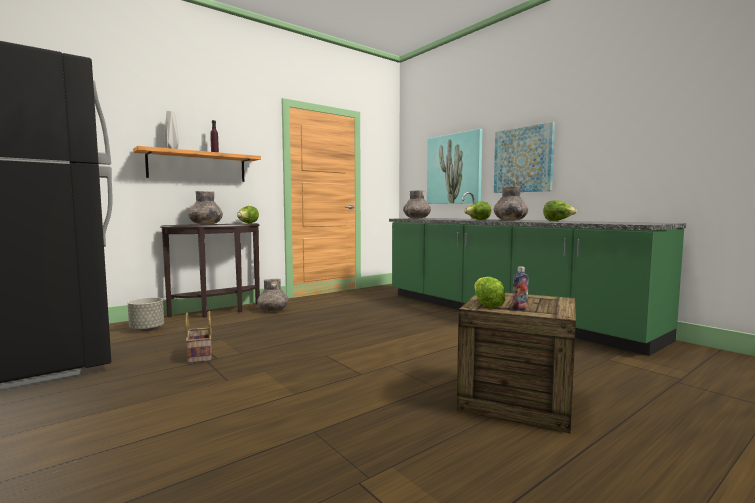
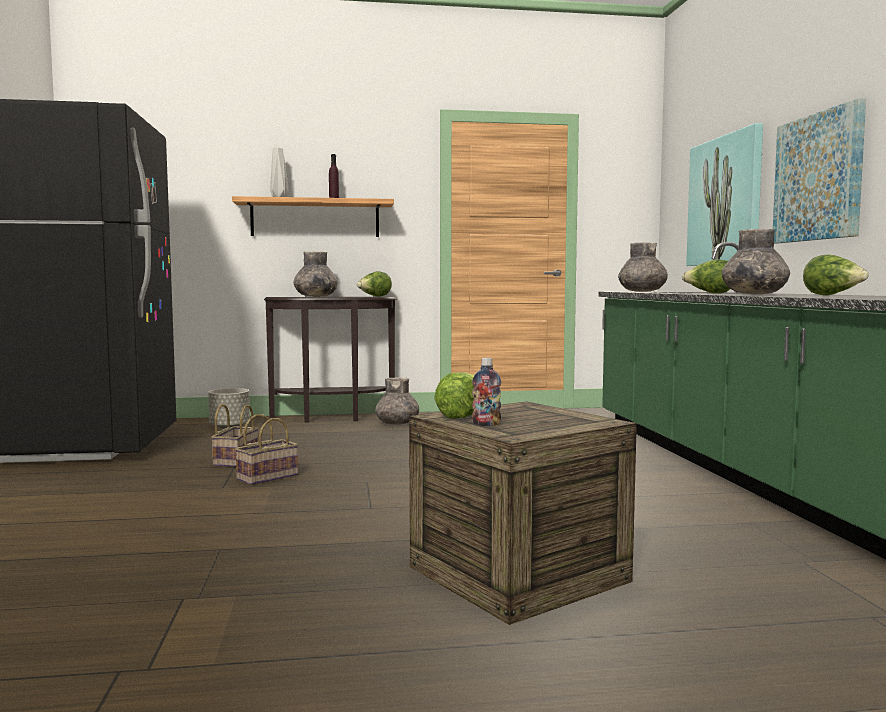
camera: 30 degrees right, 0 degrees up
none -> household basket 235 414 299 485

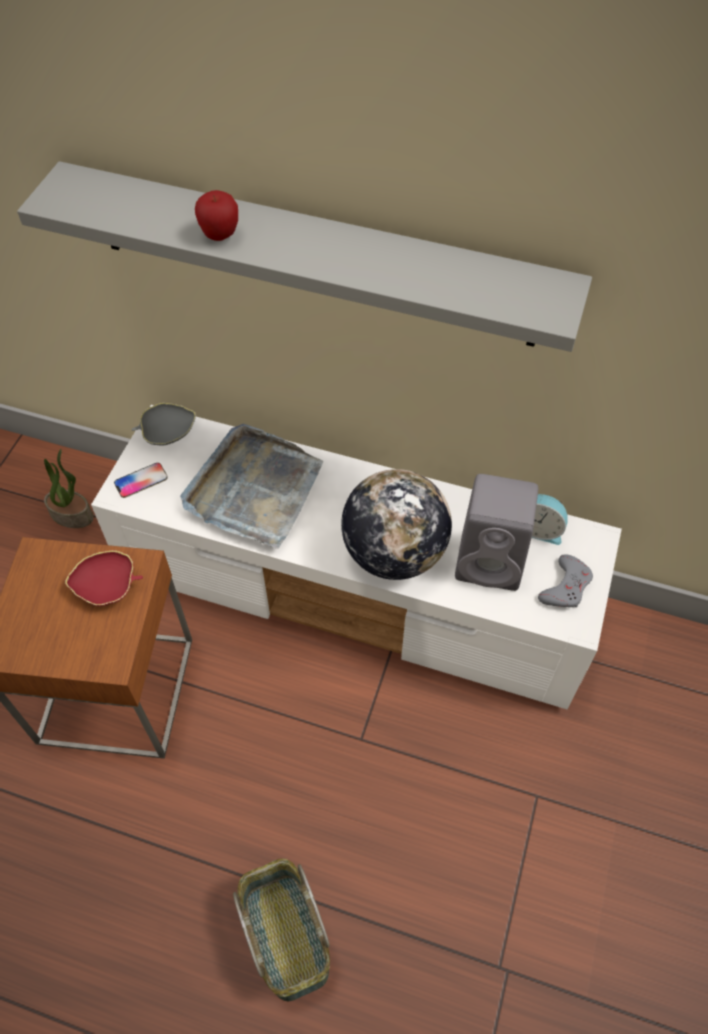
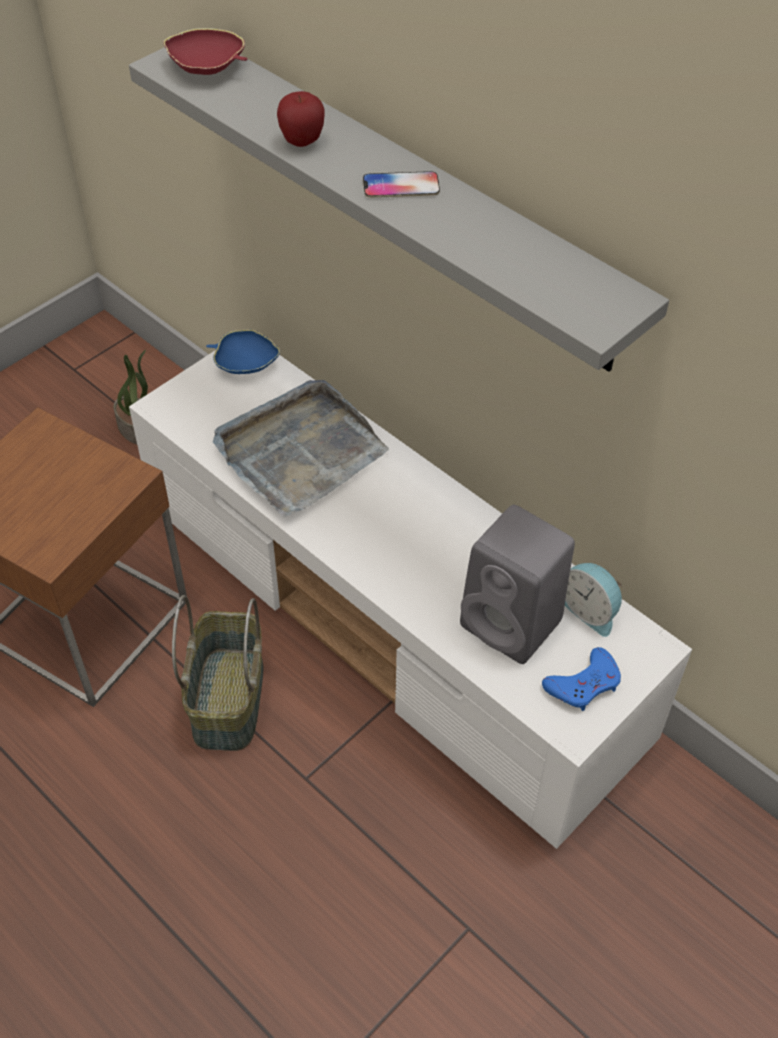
camera: 25 degrees right, 5 degrees down
desk globe 341 469 452 580 -> none
reddish bowl 65 550 143 606 -> reddish bowl 163 28 247 75, relocated
handset 114 463 168 498 -> handset 363 171 440 198, relocated
household basket 233 858 330 1001 -> household basket 172 595 263 751, relocated
gray bowl 131 403 196 446 -> bluish bowl 206 329 280 374
gray joypad 538 554 593 608 -> bluish joypad 542 647 621 711

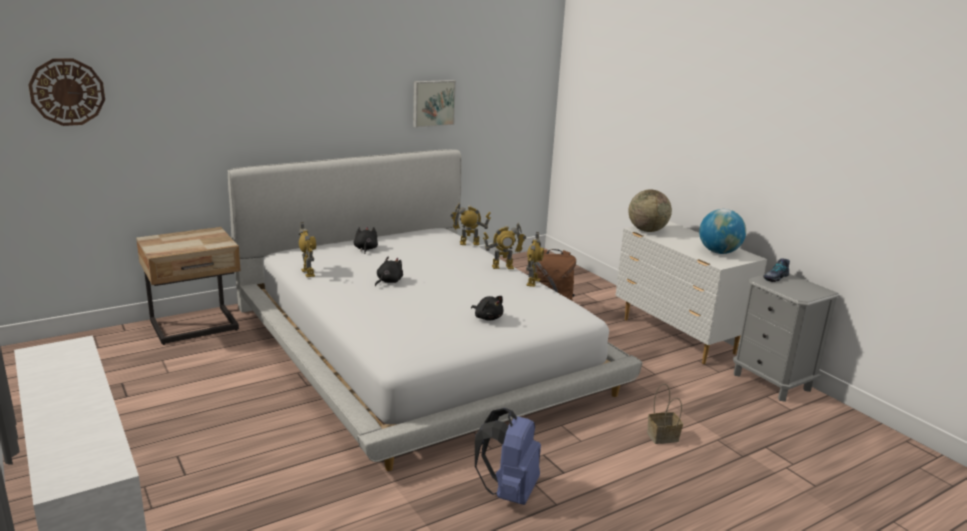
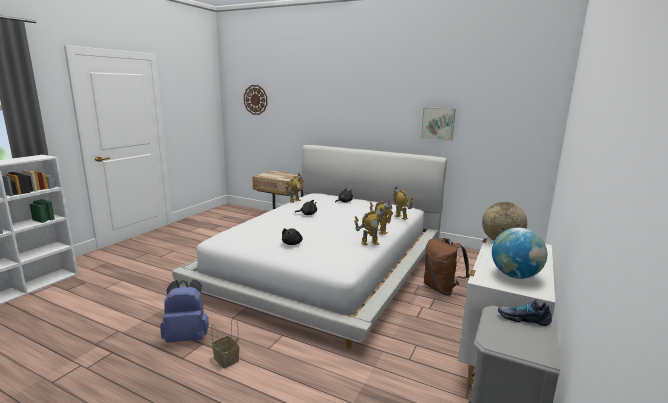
camera: 60 degrees right, 5 degrees down
household basket 647 384 683 444 -> household basket 212 316 239 369, relocated

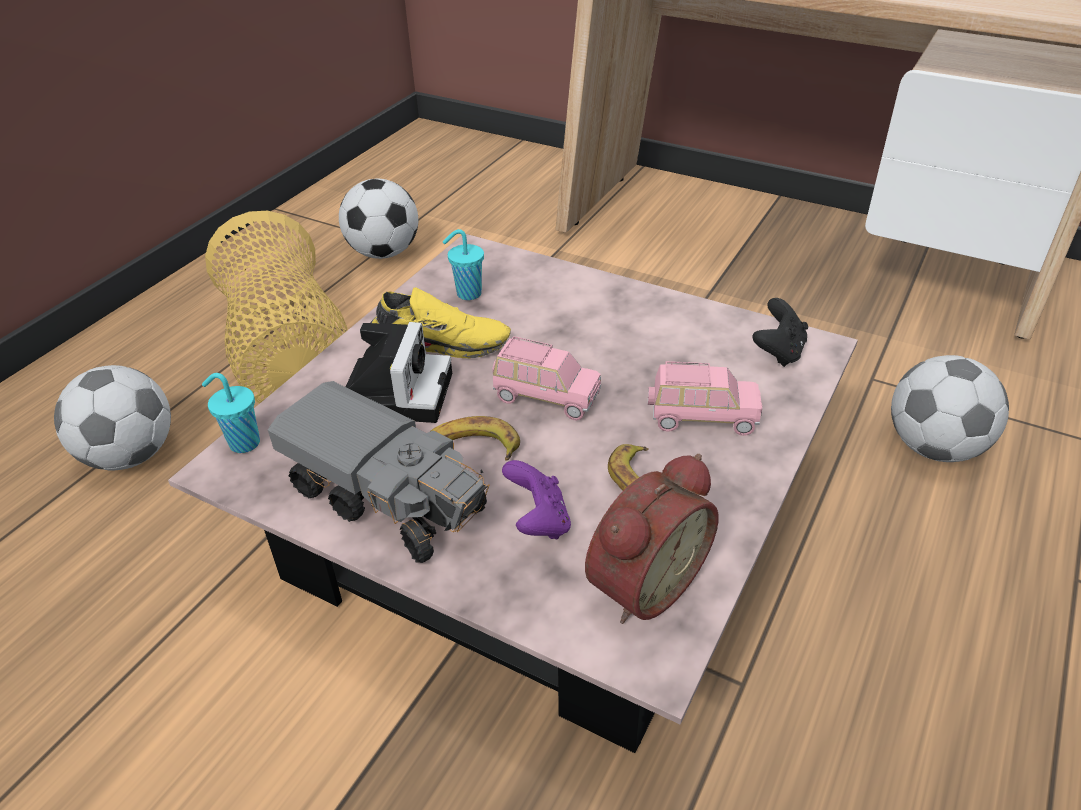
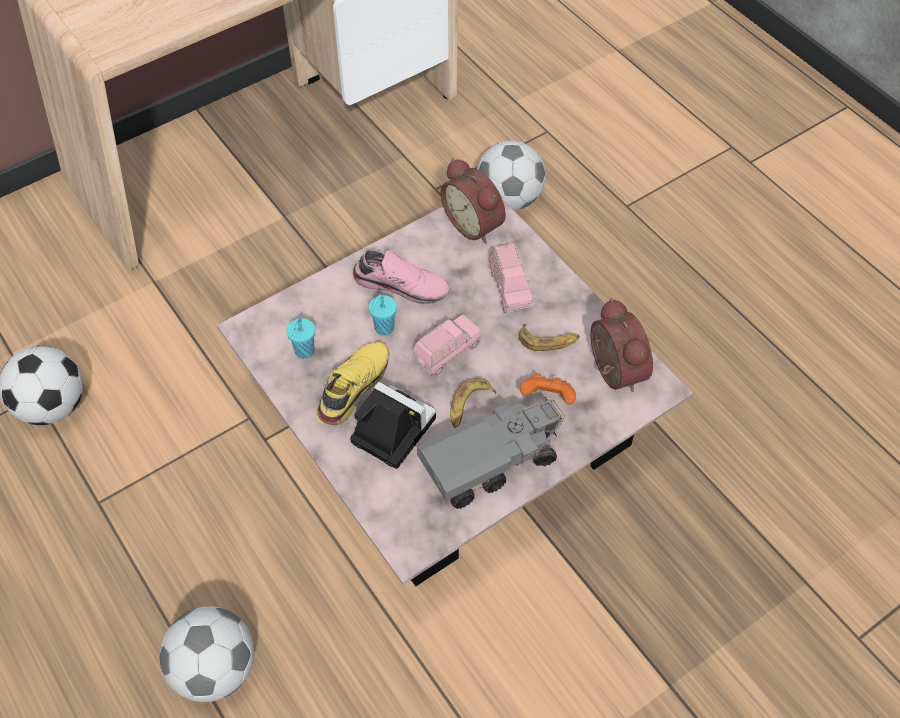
camera: 65 degrees left, 15 degrees up
household basket 205 211 348 403 -> none
none -> pink-coloured shoe 352 250 450 304
blue-green cup 202 373 260 453 -> blue-green cup 369 294 397 336, relocated
blackish joypad 752 298 808 367 -> bedside clock 441 159 506 244
purplish joypad 502 460 571 539 -> orange joypad 520 373 576 405
pink-coloured toy car 648 361 762 436 -> pink-coloured toy car 490 244 533 313, 135 degrees clockwise

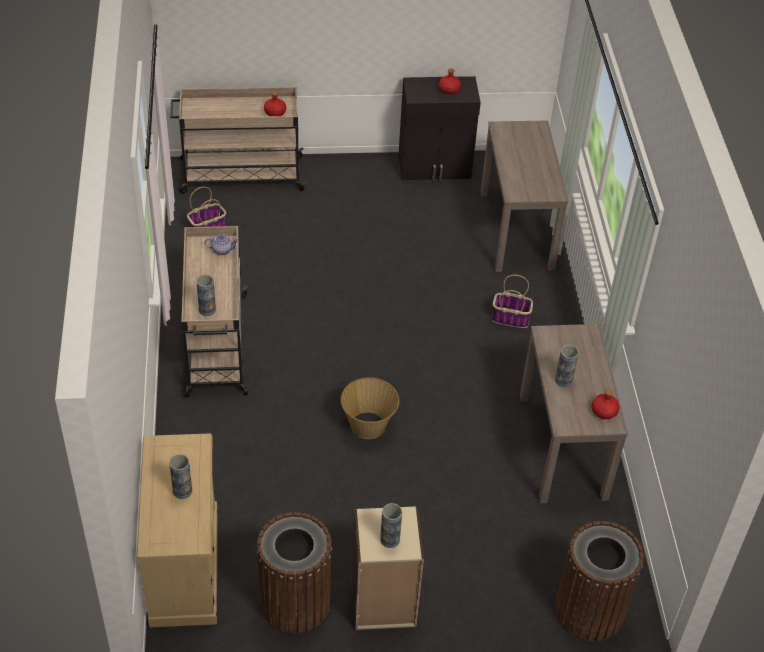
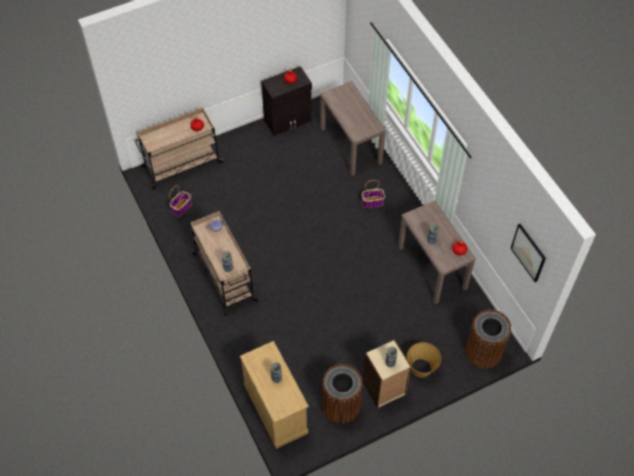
camera: 20 degrees left, 10 degrees up
none -> wall picture 510 224 546 282
household basket 341 378 399 439 -> household basket 407 342 441 378, relocated

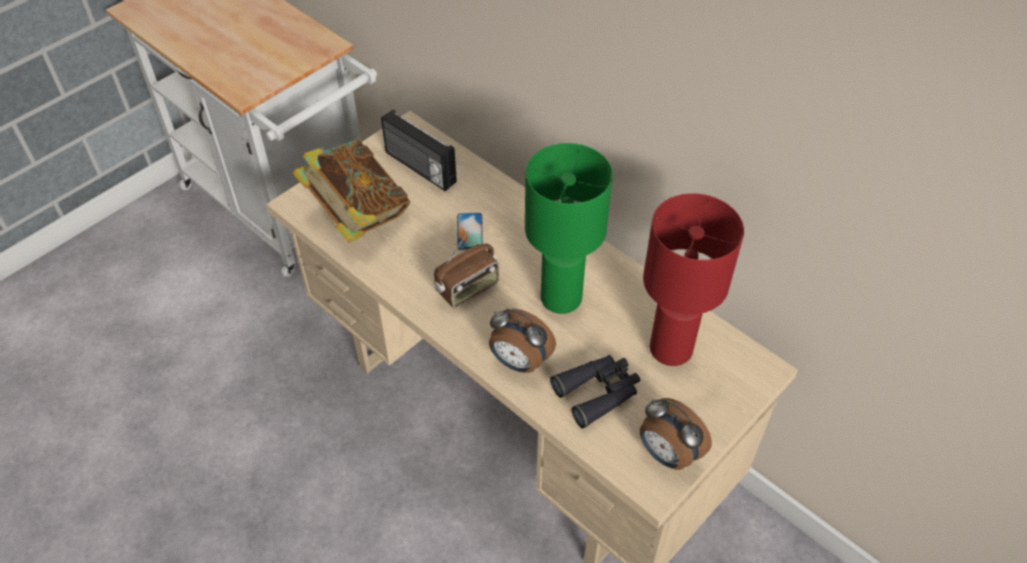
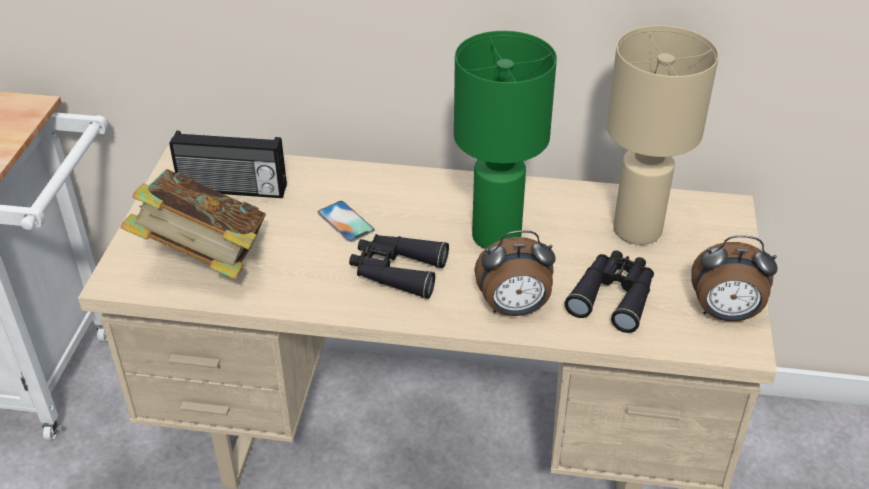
camera: 35 degrees left, 10 degrees down
radio set 434 231 499 308 -> blackish pair of binoculars 349 234 449 299
reddish table lamp 643 193 744 366 -> sand-coloured table lamp 606 25 719 245

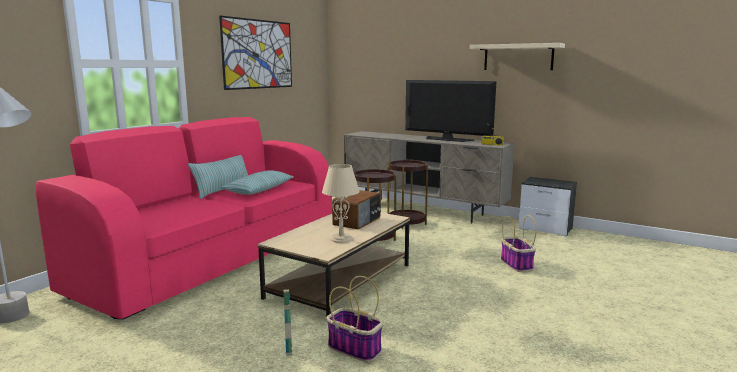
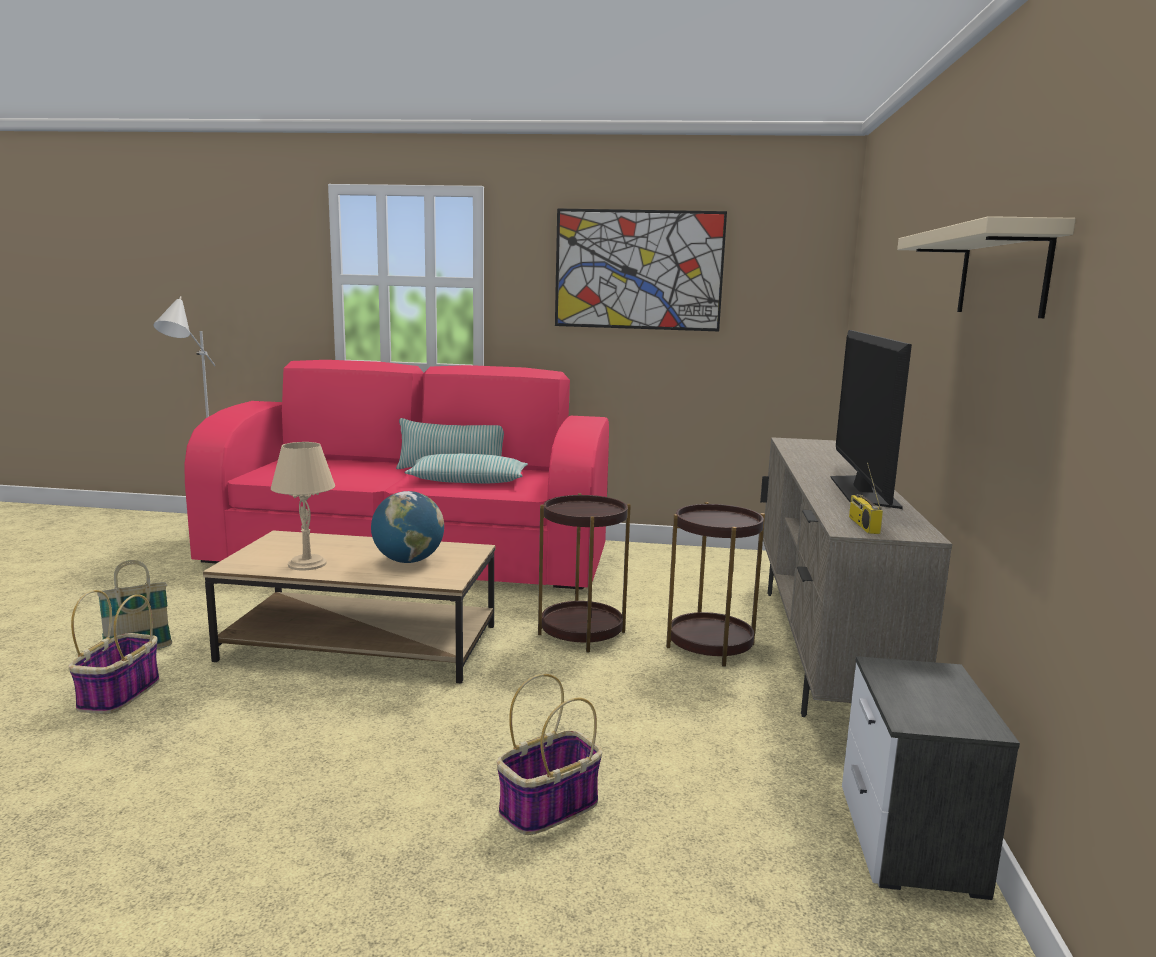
camera: 65 degrees right, 0 degrees up
radio set 332 190 381 230 -> desk globe 371 491 444 563

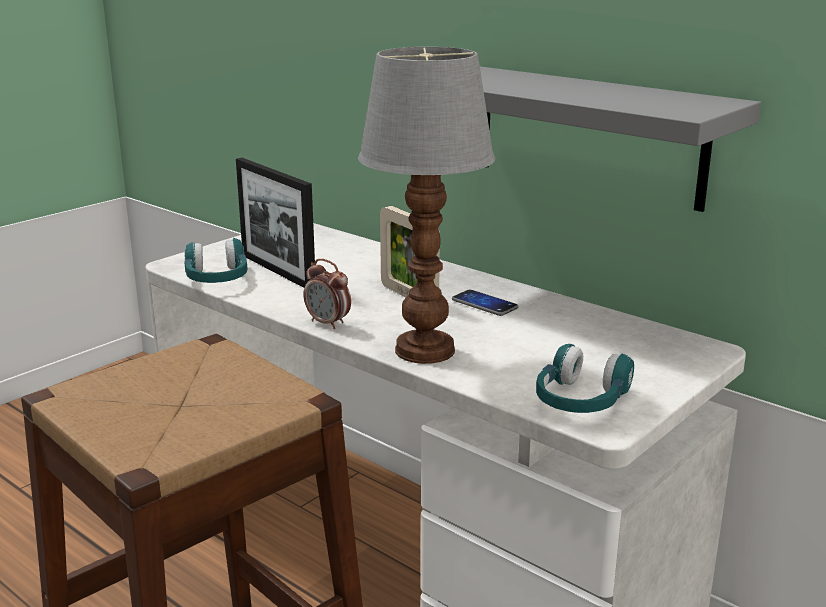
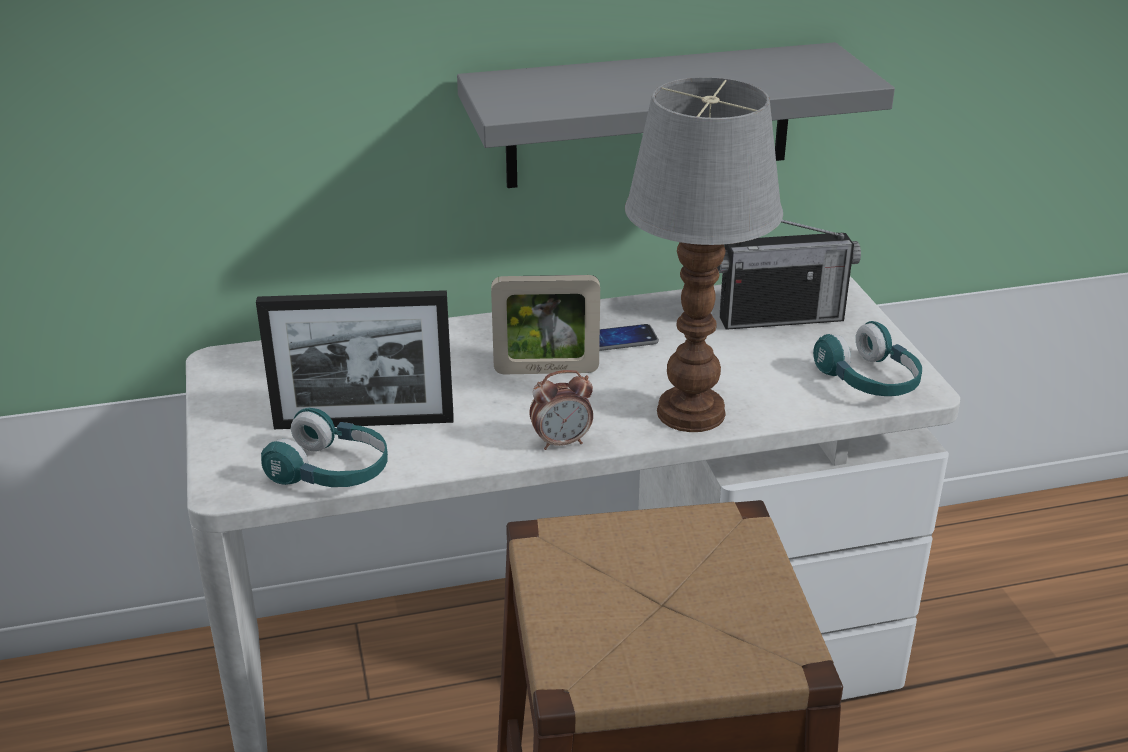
camera: 55 degrees left, 10 degrees up
none -> radio set 717 220 861 330

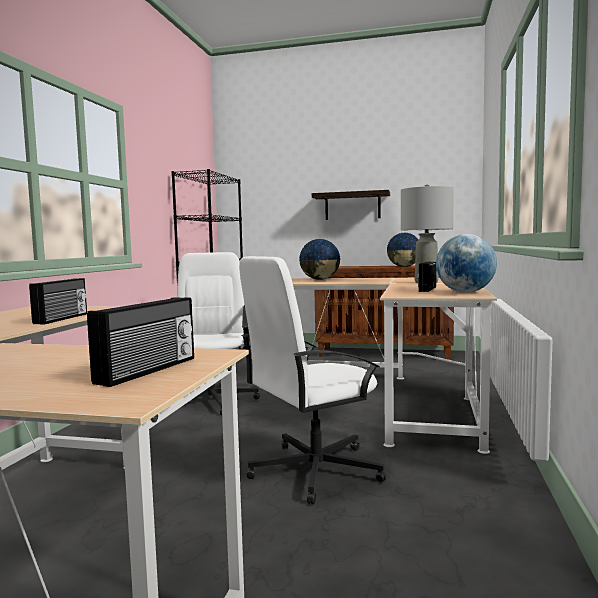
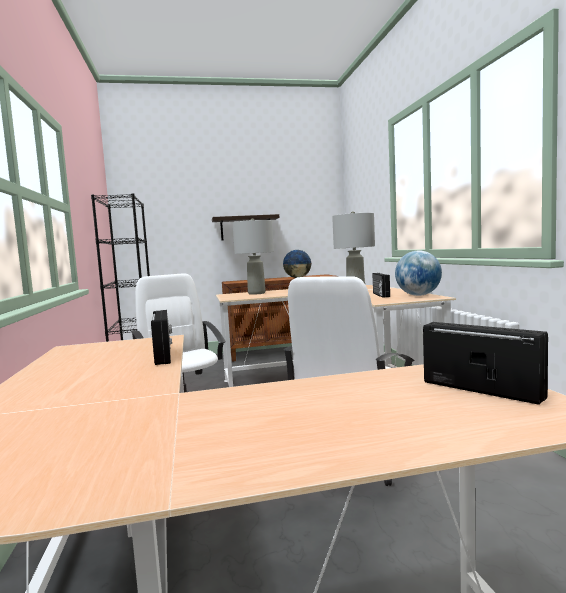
camera: 25 degrees left, 0 degrees up
desk globe 299 239 340 280 -> gray table lamp 233 218 274 295
radio set 87 297 194 387 -> radio set 423 322 548 405, 45 degrees counterclockwise

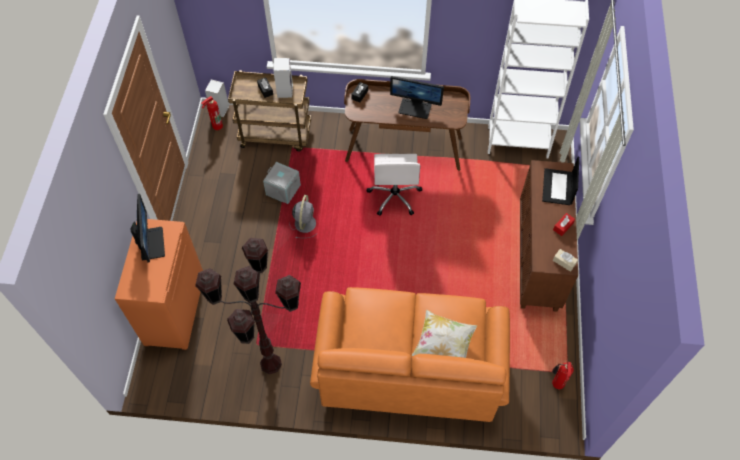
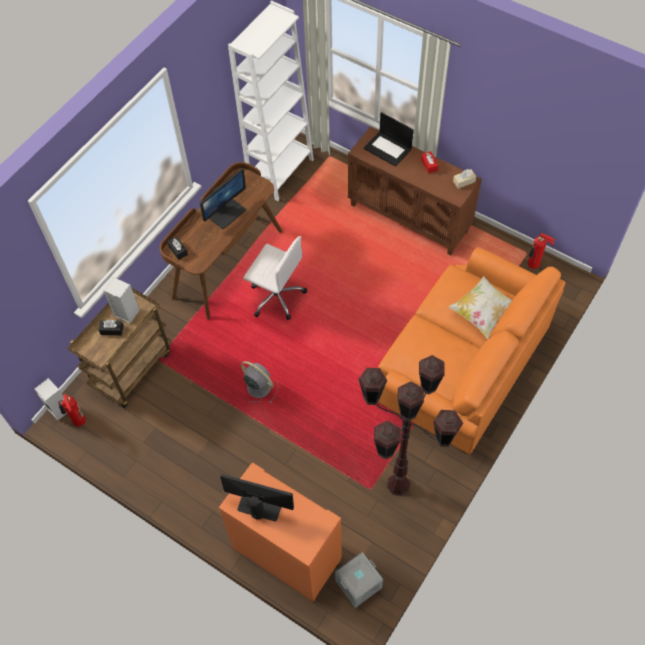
camera: 60 degrees left, 0 degrees up
gray storage bin 263 162 301 204 -> gray storage bin 335 552 383 608, relocated

